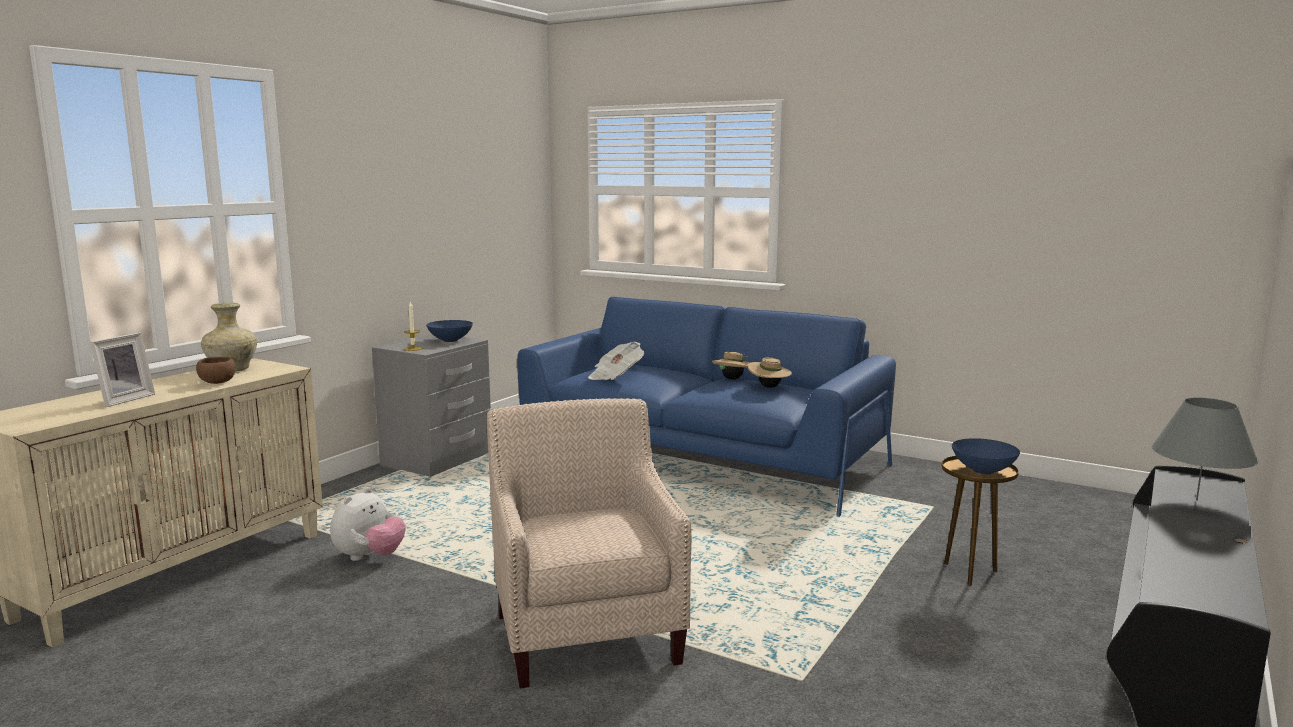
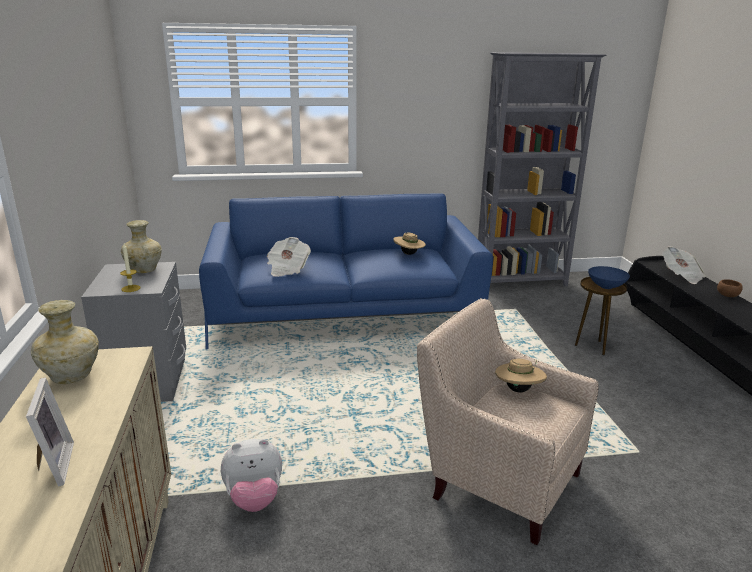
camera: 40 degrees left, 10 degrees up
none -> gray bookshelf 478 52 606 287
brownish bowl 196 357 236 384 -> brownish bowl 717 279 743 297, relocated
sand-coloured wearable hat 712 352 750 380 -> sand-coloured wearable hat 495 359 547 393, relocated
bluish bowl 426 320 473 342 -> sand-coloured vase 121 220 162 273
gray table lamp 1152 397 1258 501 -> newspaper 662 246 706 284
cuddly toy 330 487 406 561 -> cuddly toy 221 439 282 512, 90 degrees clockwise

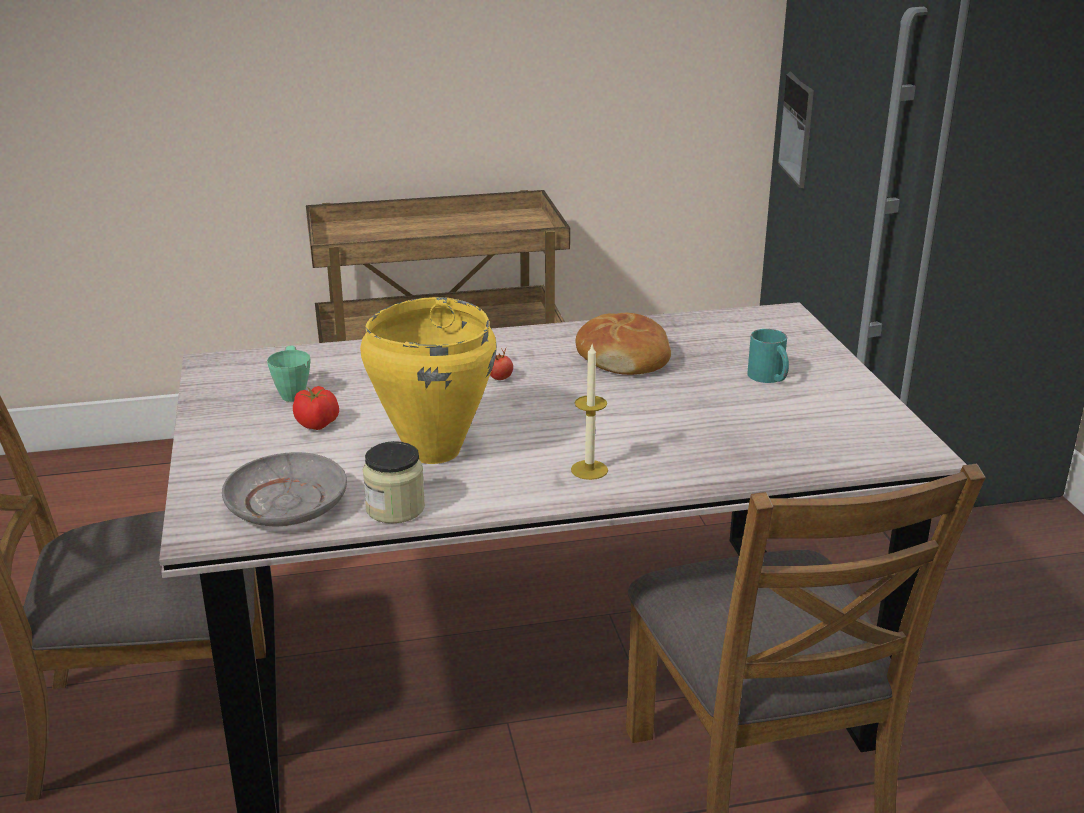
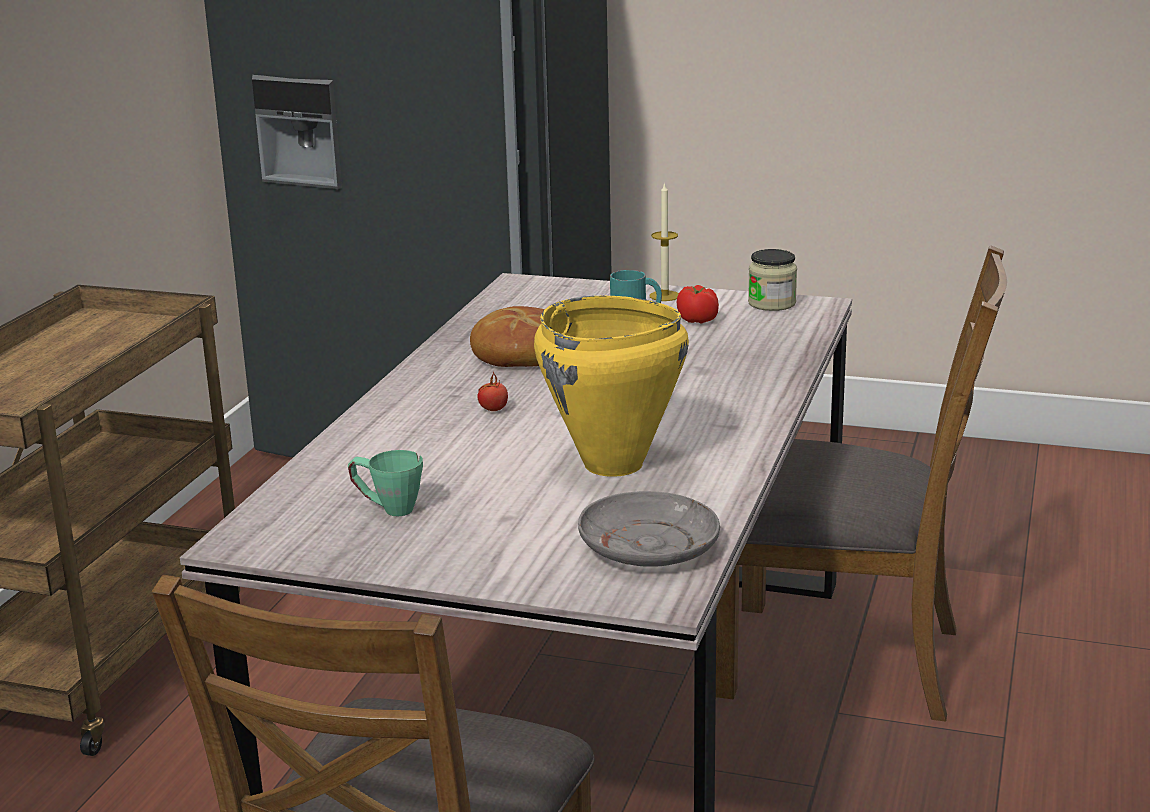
camera: 60 degrees left, 5 degrees down
fresh tomato 293 386 339 430 -> fresh tomato 677 285 719 324, relocated
storage jar 363 441 425 523 -> storage jar 748 249 797 311, relocated
wax candle 571 345 608 480 -> wax candle 649 182 679 301, relocated

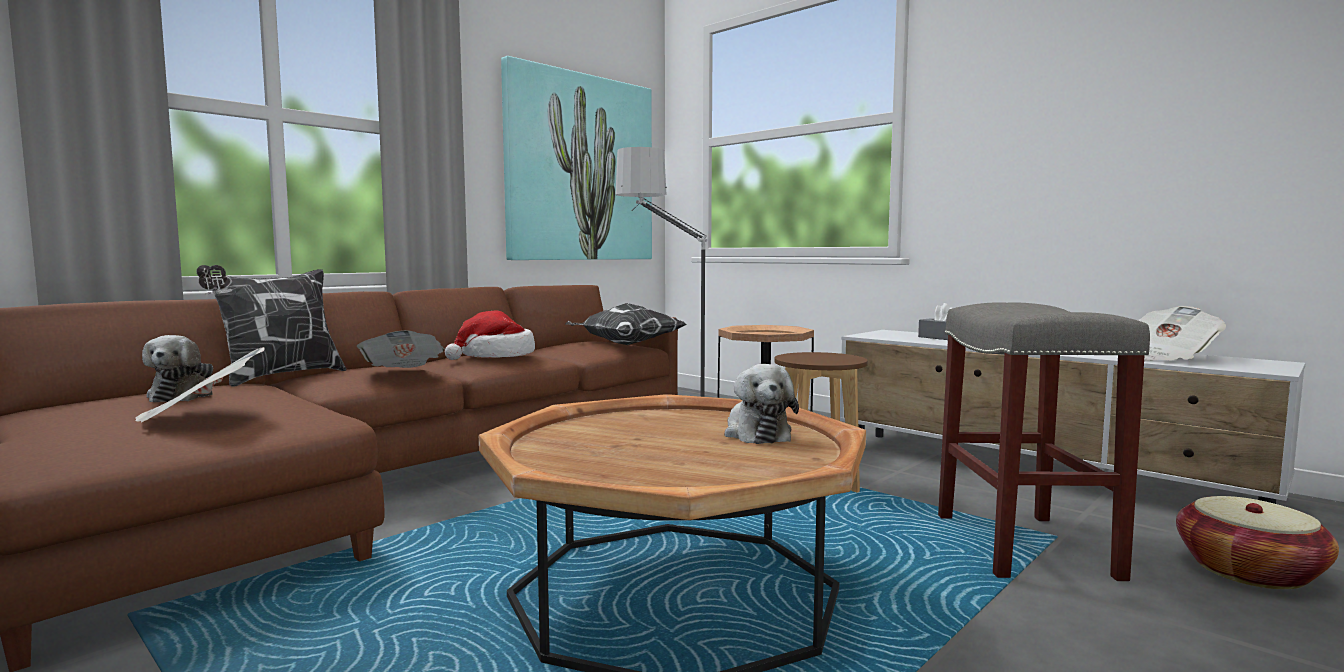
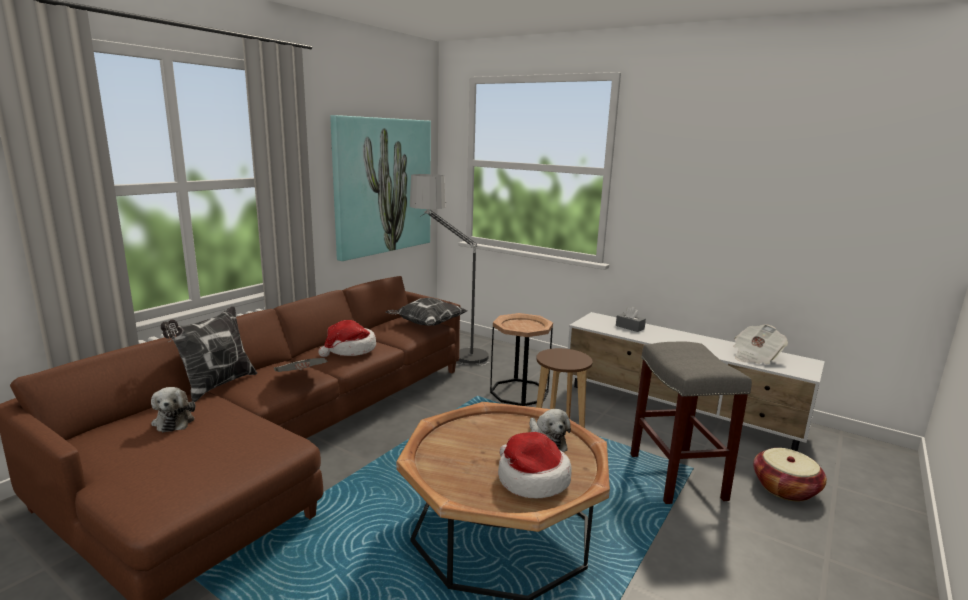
camera: 10 degrees left, 10 degrees up
newspaper 135 347 265 422 -> none
none -> wearable hat 498 432 572 499

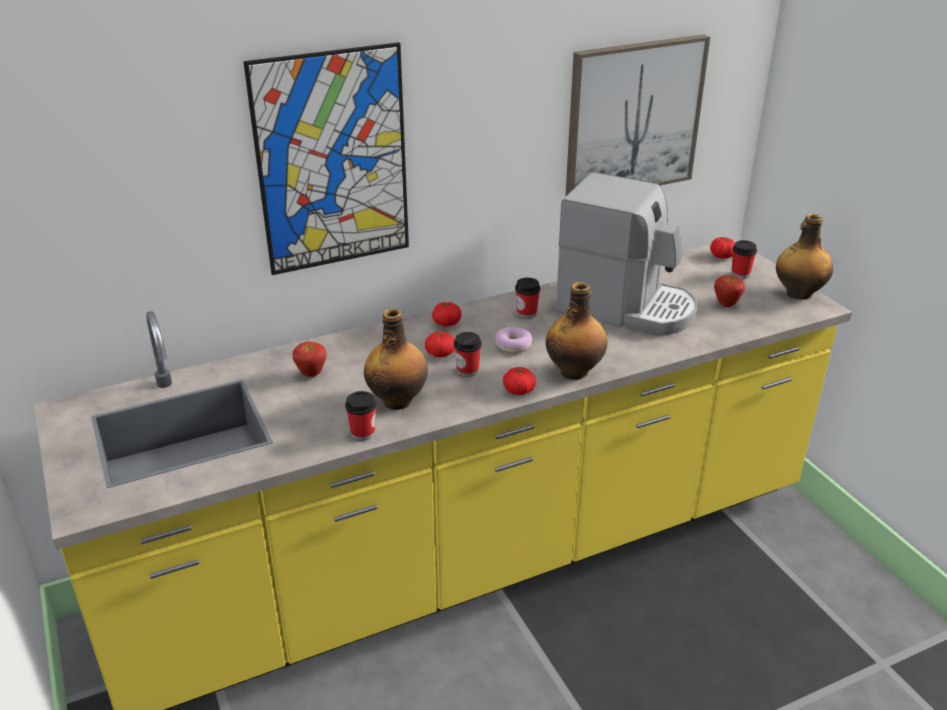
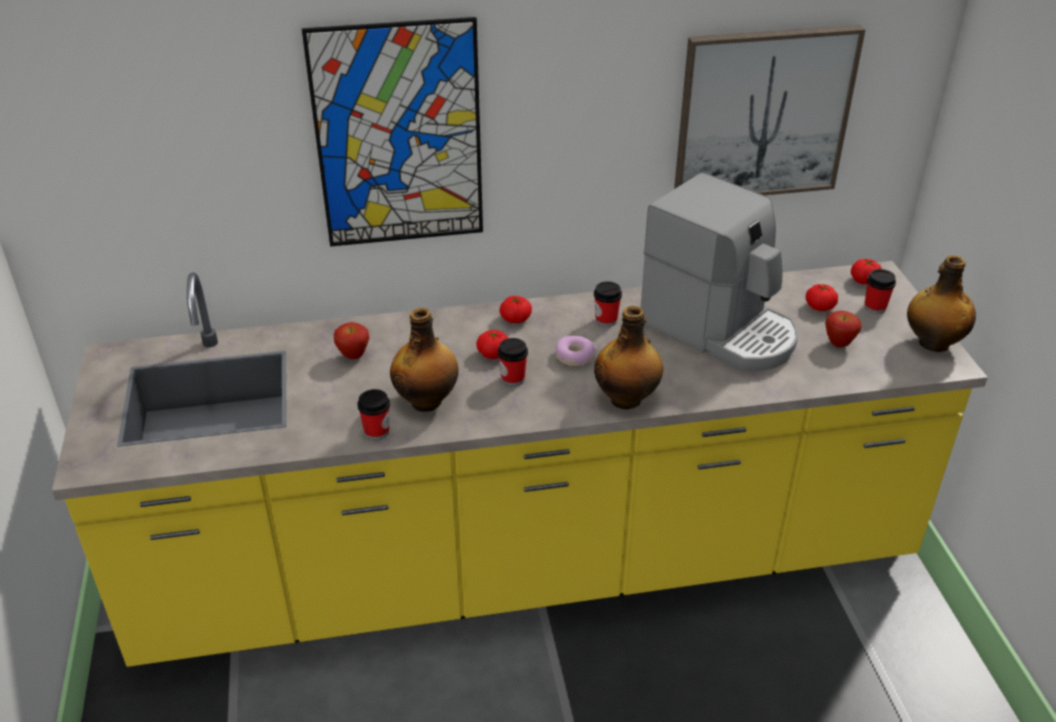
camera: 15 degrees right, 5 degrees up
fresh tomato 503 367 536 395 -> fresh tomato 806 284 838 311, relocated

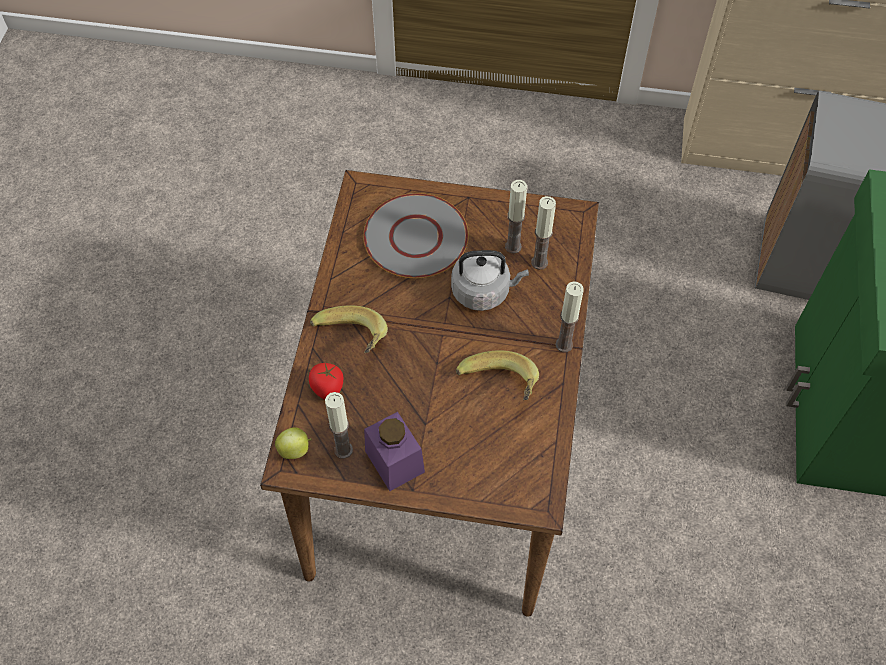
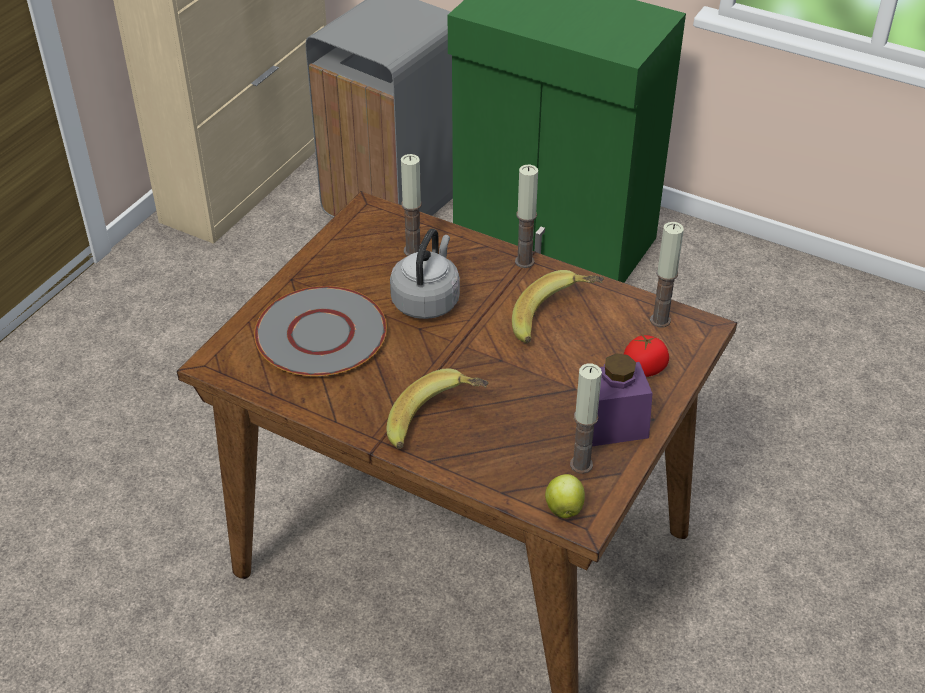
camera: 70 degrees left, 15 degrees down
fresh tomato 309 363 343 400 -> fresh tomato 624 333 669 377, relocated
wax candle 505 180 527 253 -> wax candle 650 222 684 328, relocated

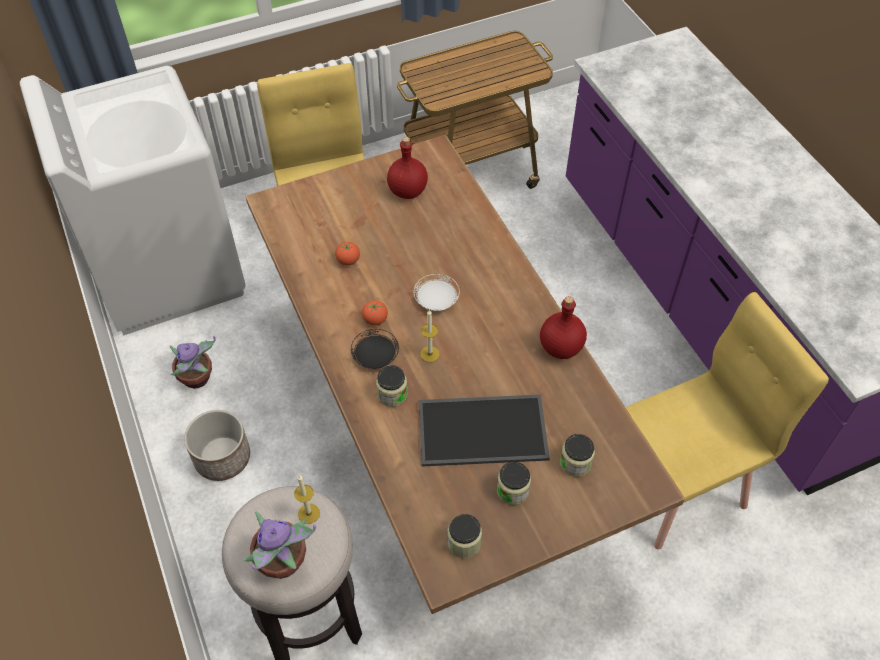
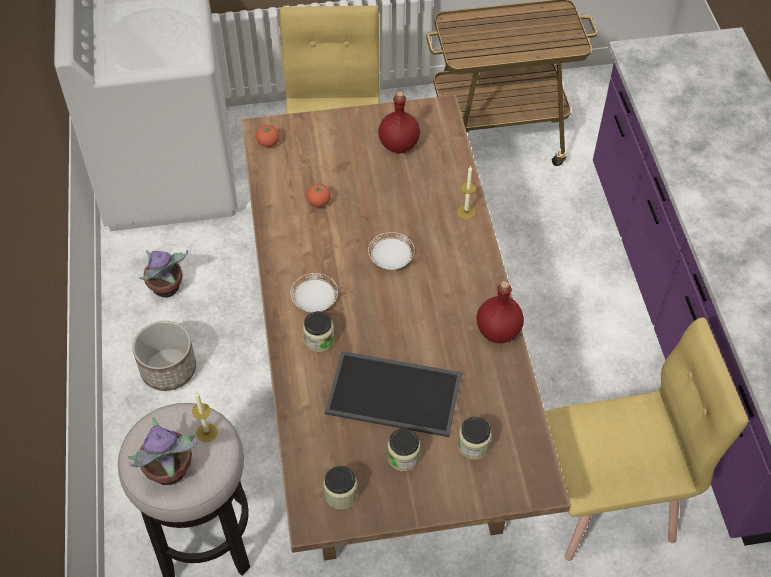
camera: 15 degrees right, 0 degrees up
fresh tomato 362 301 388 325 -> fresh tomato 256 125 279 147, relocated
wax candle 420 310 440 362 -> wax candle 457 166 477 219, relocated
blackish plate 351 329 399 369 -> white plate 291 273 338 312

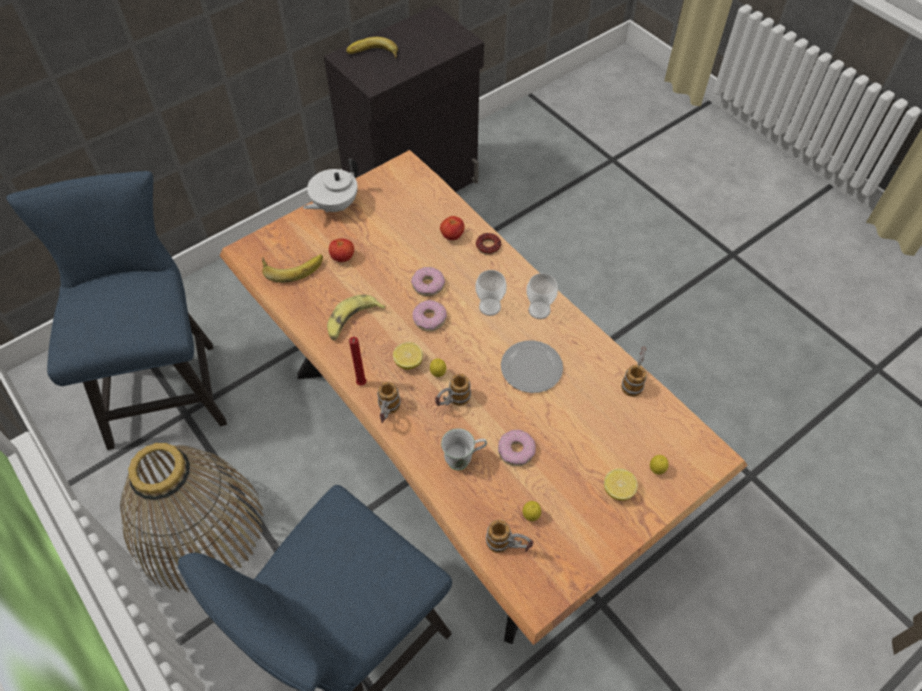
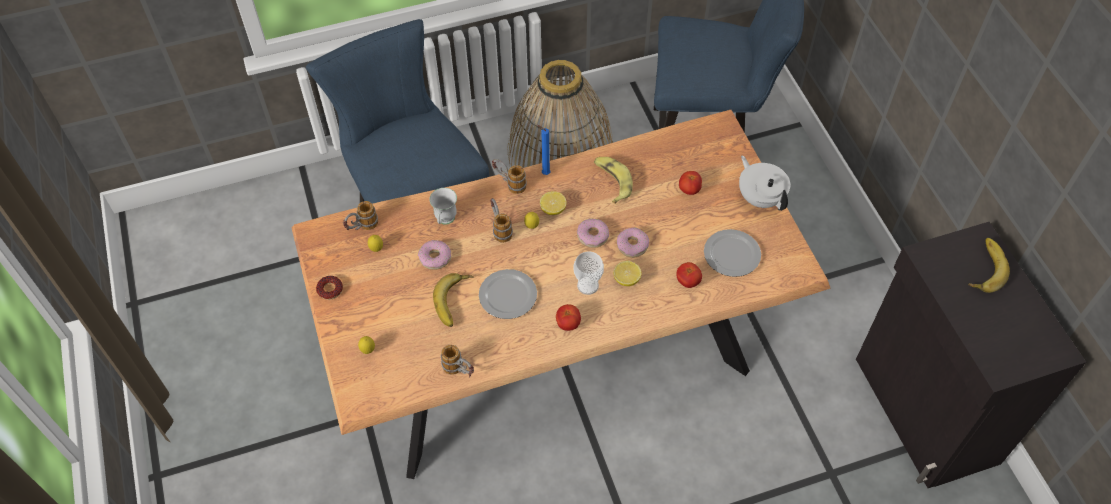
camera: 110 degrees right, 0 degrees up
none -> plate 704 229 761 277
whole banana 262 254 323 283 -> whole banana 433 273 474 327, relocated
ring doughnut 476 233 501 255 -> ring doughnut 316 276 343 300, relocated
lemon 604 469 638 501 -> lemon 613 261 641 286, relocated
cup 526 273 558 319 -> fresh tomato 556 304 581 331
reddish wax candle 349 337 367 385 -> bluish wax candle 538 125 551 175

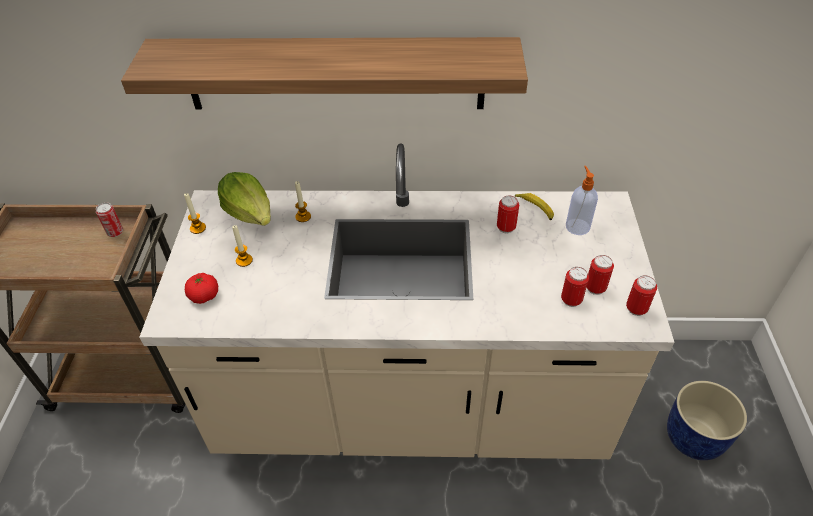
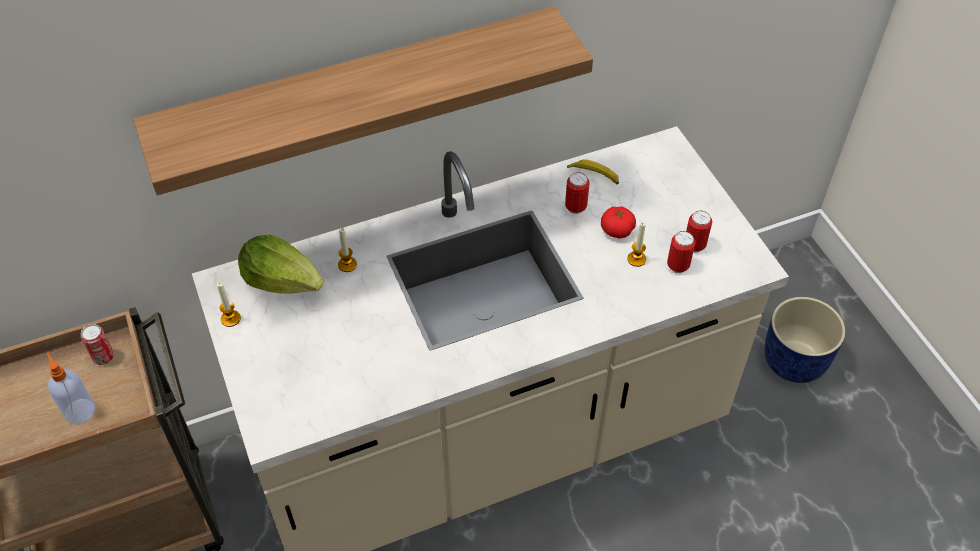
camera: 25 degrees left, 5 degrees up
sealed can 626 275 657 316 -> none
fresh tomato 185 273 218 304 -> fresh tomato 601 206 636 239, relocated
wax candle 232 225 253 267 -> wax candle 627 223 646 267, relocated
soap bottle 566 166 598 235 -> soap bottle 47 352 95 424, relocated

